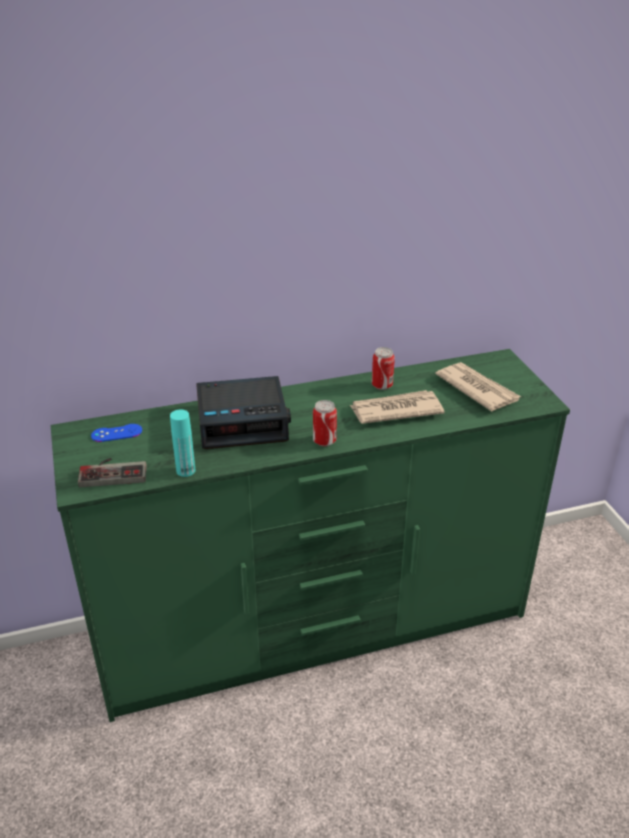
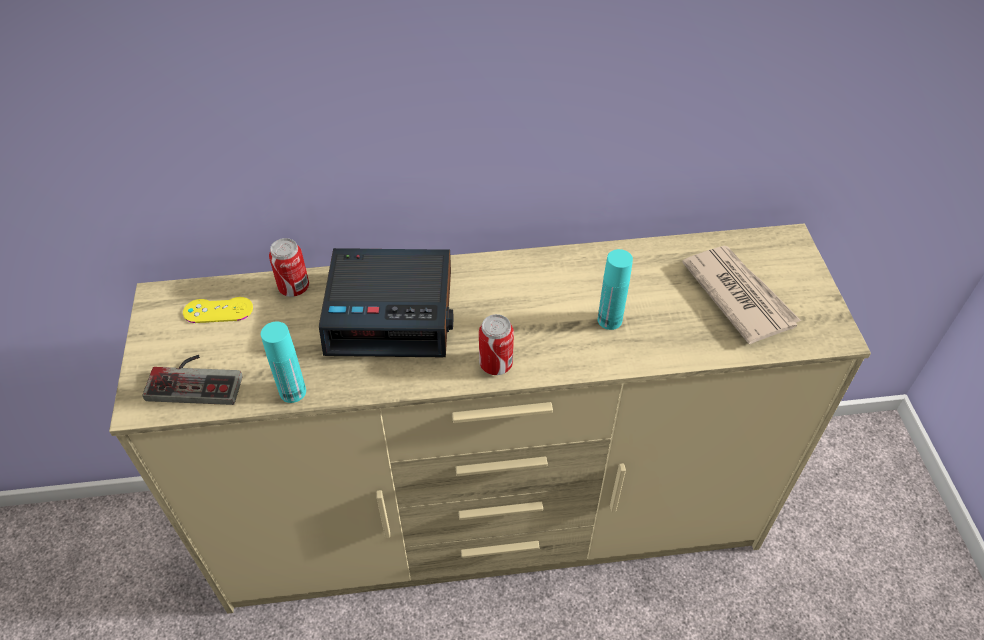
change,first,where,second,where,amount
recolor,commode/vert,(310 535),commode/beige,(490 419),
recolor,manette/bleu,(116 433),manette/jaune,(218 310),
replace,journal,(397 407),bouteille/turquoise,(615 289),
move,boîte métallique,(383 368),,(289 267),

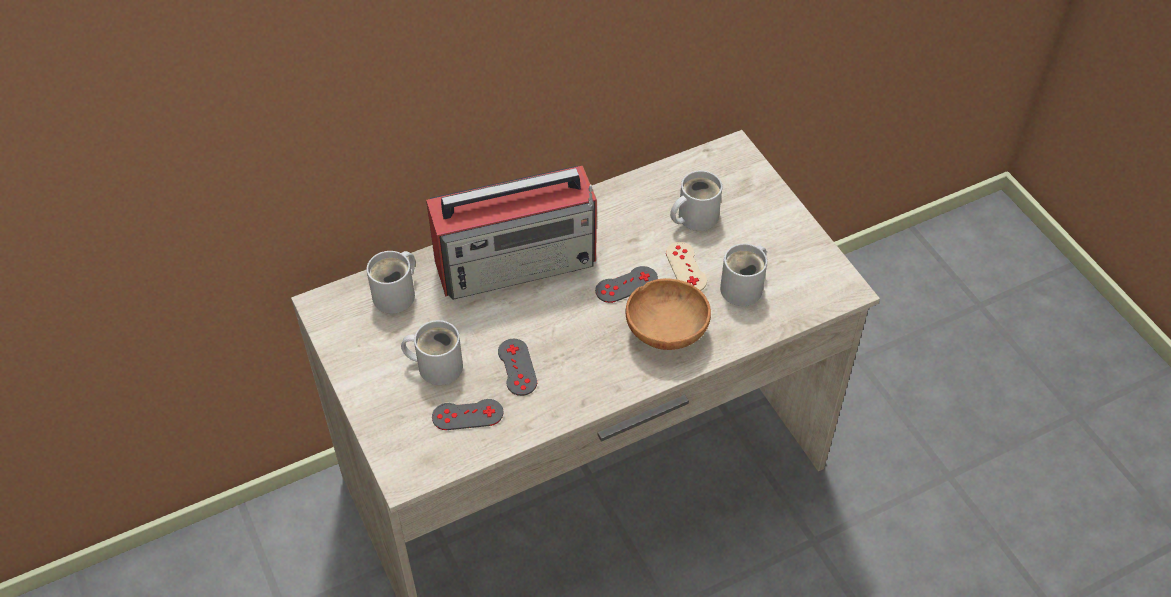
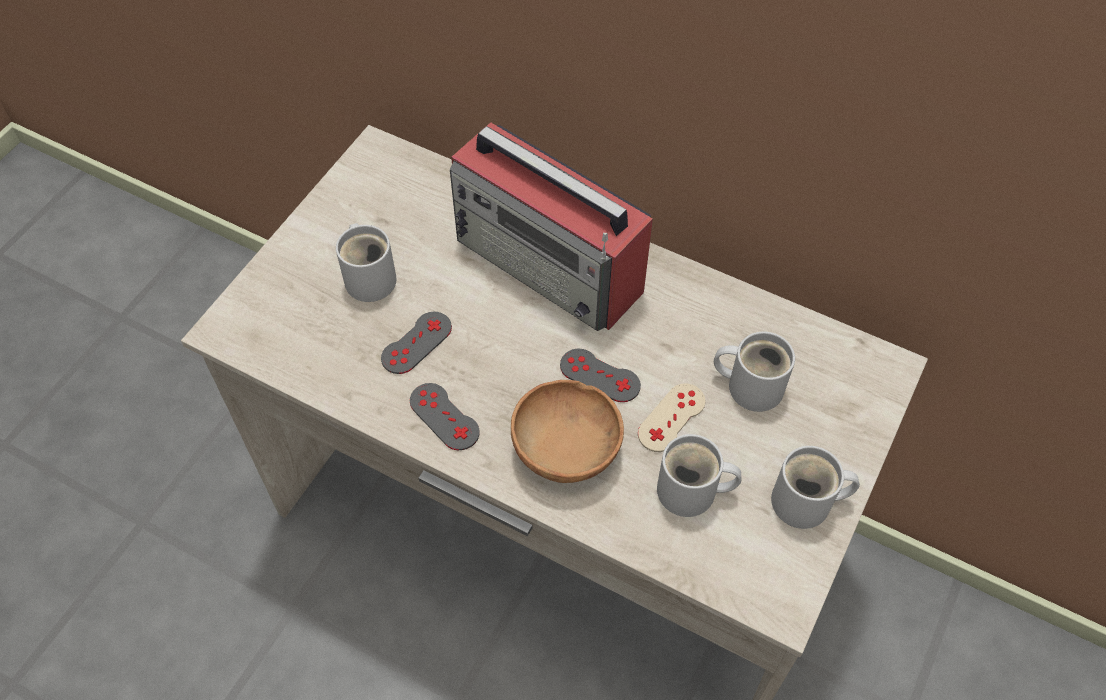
change,first,where,second,where,amount
move,mug/blanc,(390 282),,(815 487),
move,manette/gris,(467 414),,(445 416),

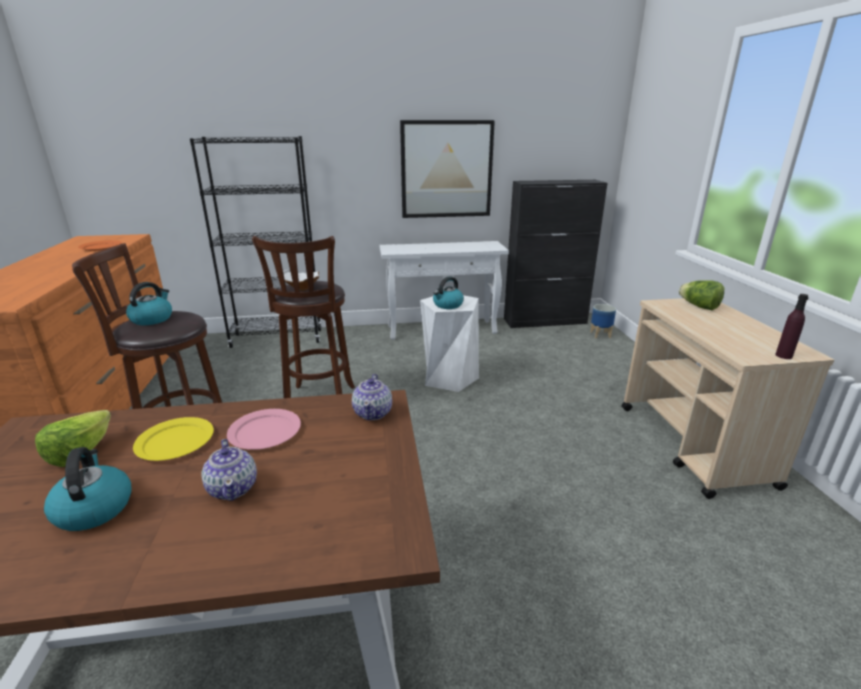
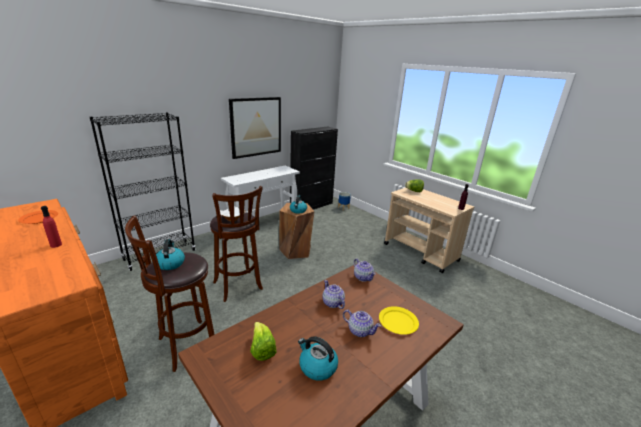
change,first,where,second,where,amount
move,assiette/jaune,(173 439),,(399 320),
replace,assiette/rose,(264 429),théière,(333 294),
recolor,tabouret/blanc,(449 343),tabouret/marron,(297 231),
insert,,,bouteille/rouge,(51 227),

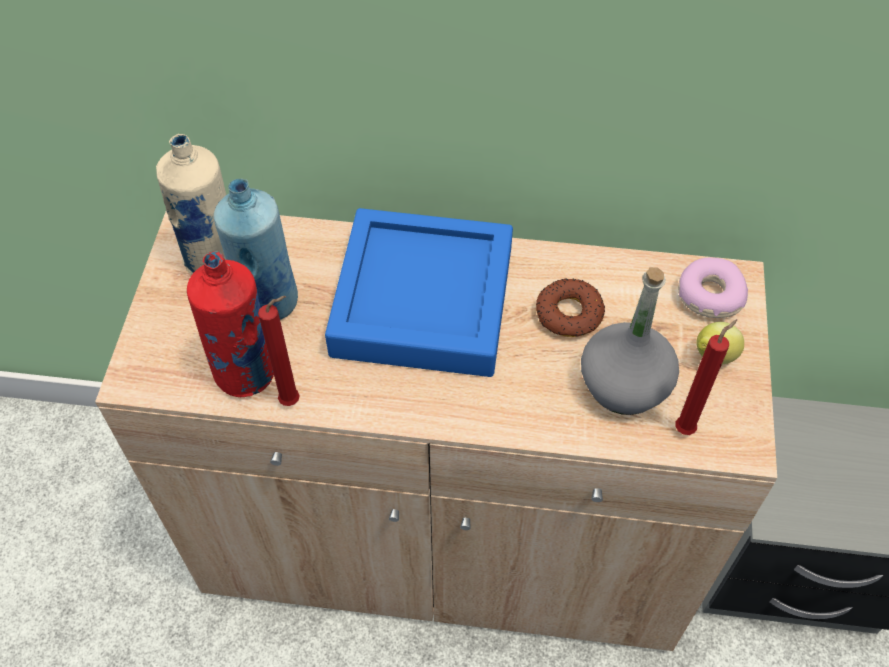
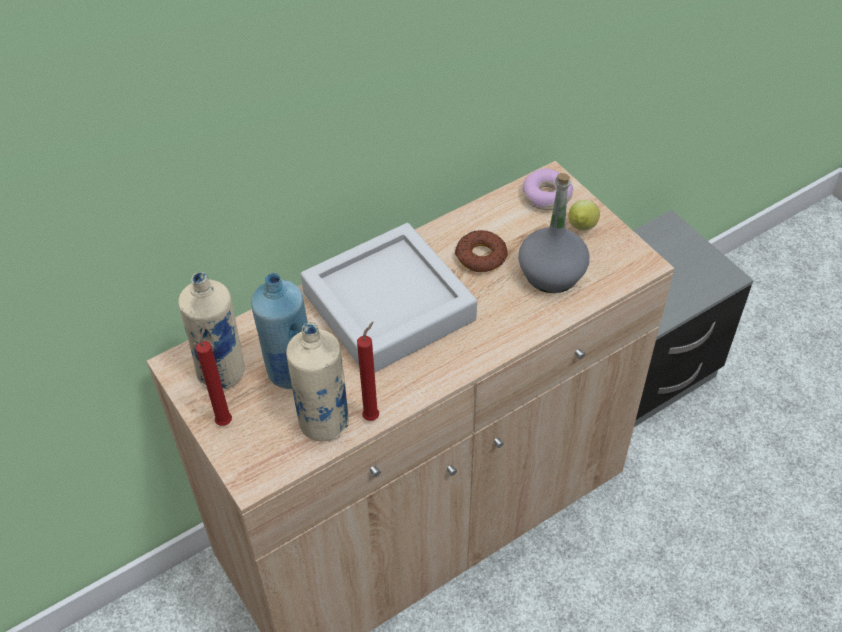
change,first,where,second,where,amount
recolor,bouteille/rouge,(230 324),bouteille/beige,(317 381),
recolor,plateau/bleu,(419 292),plateau/gris,(389 297),
move,bougie/rouge,(706 377),,(214 375),

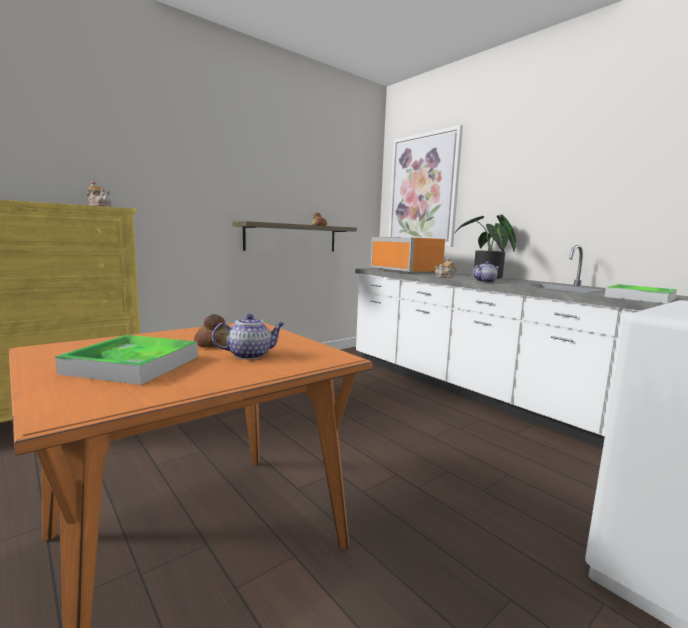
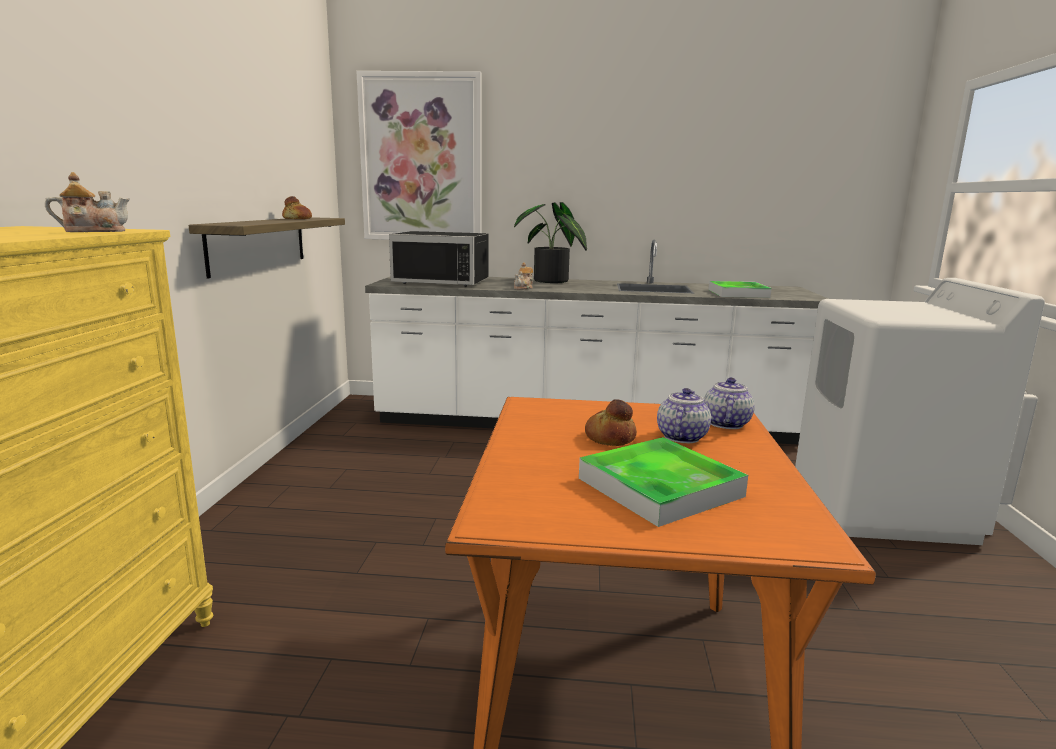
change,first,where,second,where,amount
recolor,micro-ondes/orange,(407 255),micro-ondes/noir,(439 259),
move,théière,(486 272),,(729 403),

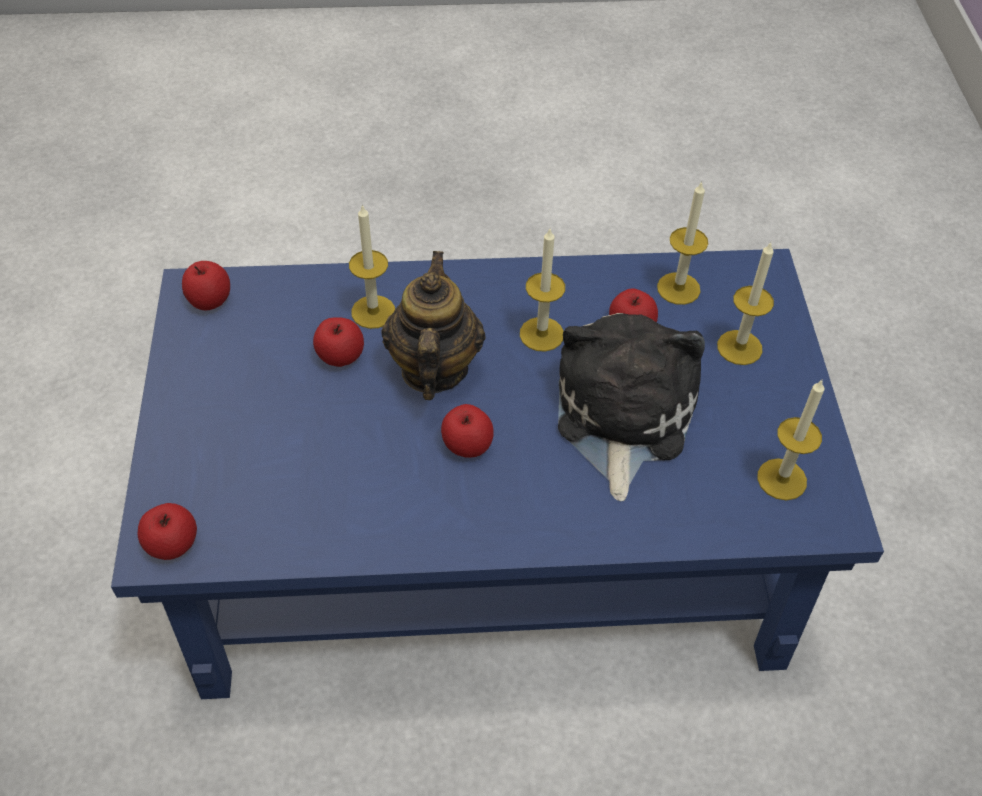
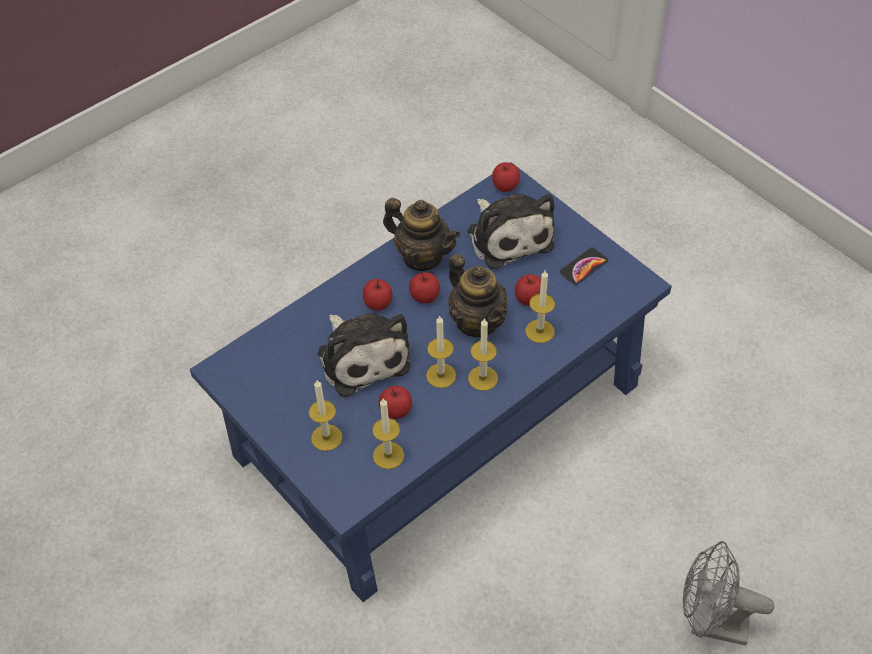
change,first,where,second,where,amount
move,pomme,(206 286),,(378 295),
move,bougie,(790 440),,(483 354),
insert,,,théière,(422 234),
insert,,,peluche,(511 231),
insert,,,téléphone,(584 266),
insert,,,ventilateur/gris,(728 593),

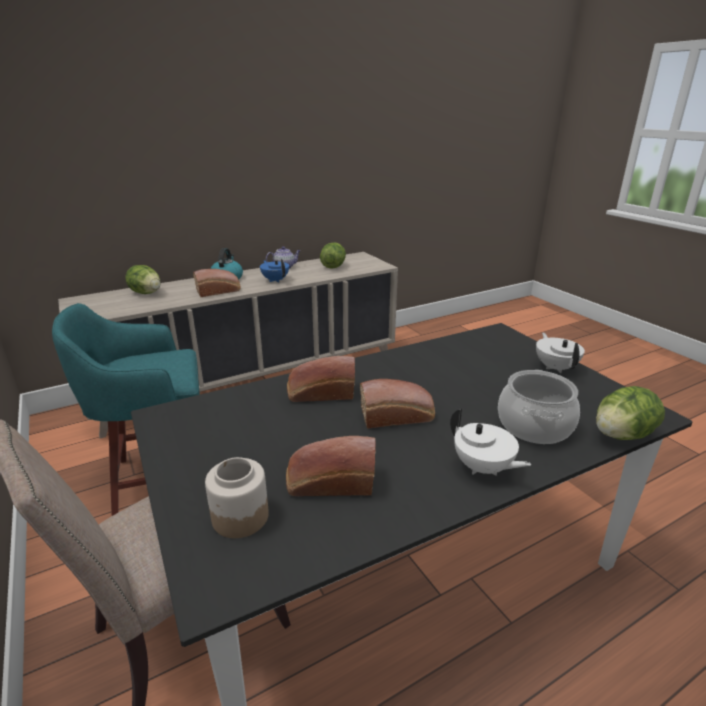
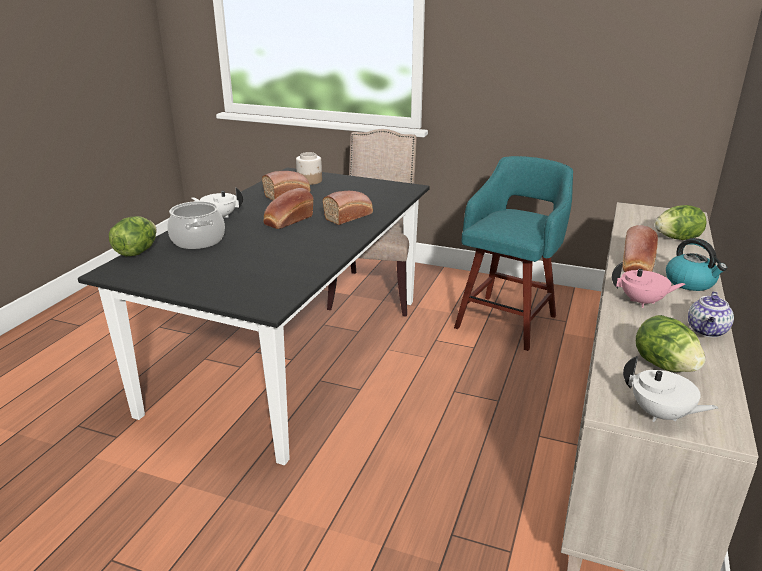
change,first,where,second,where,amount
recolor,théière/bleu,(274 270),théière/rose,(648 285),
move,théière/blanc,(560 353),,(670 389),

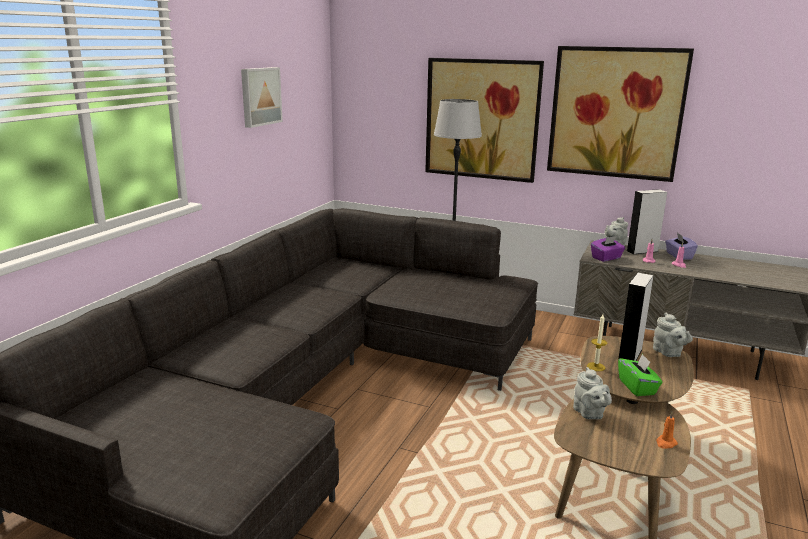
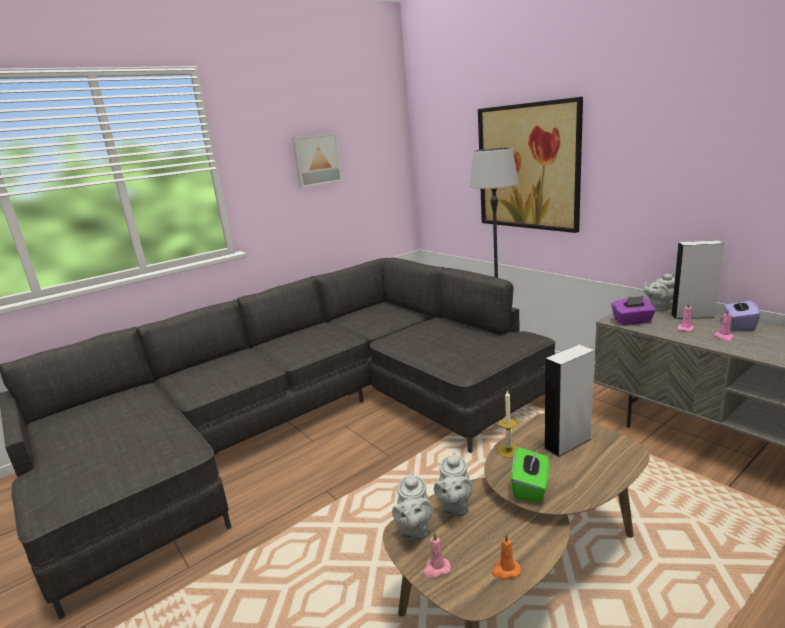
change,first,where,second,where,amount
delete,tableau,(620 114),,,
move,théière/gris,(673 335),,(412 506),
insert,,,bougie/rose,(437 555),

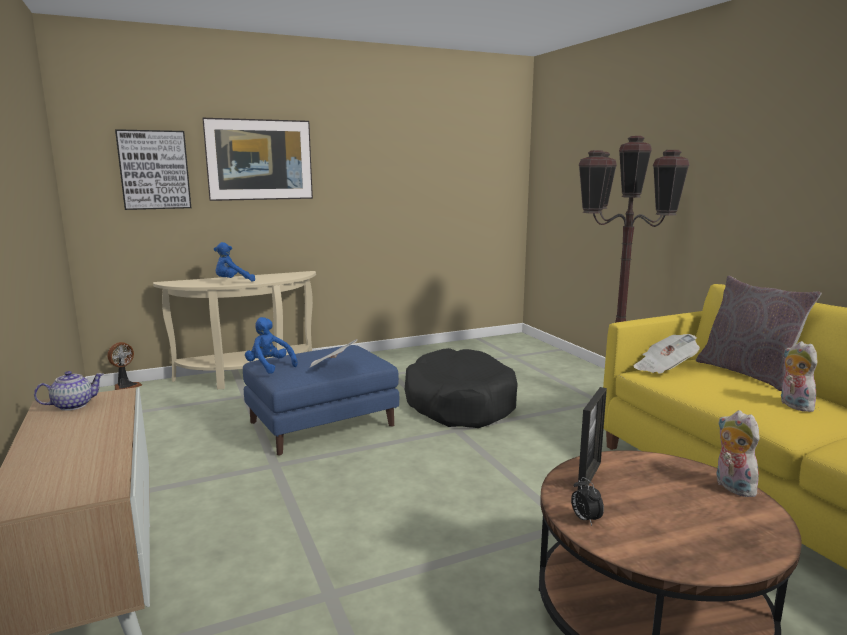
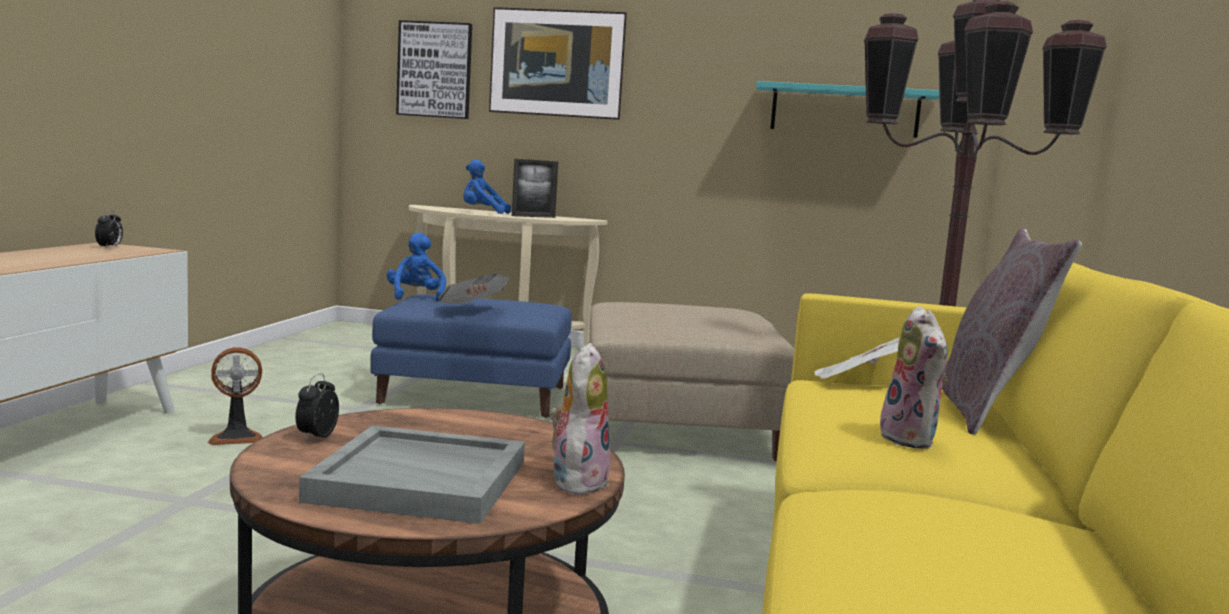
change,first,where,second,where,amount
replace,théière,(69 391),réveil,(109 229),
move,ventilateur,(124 366),,(235 396),
replace,panier pour chien/noir,(461 388),pouf/beige,(691 381),
move,cadre photo,(592 438),,(535 188),
rotate,peluche,(799 376),,(914 377),150 degrees clockwise
insert,,,plateau/gris,(412 474),
insert,,,étagère/turquoise,(848 109),

